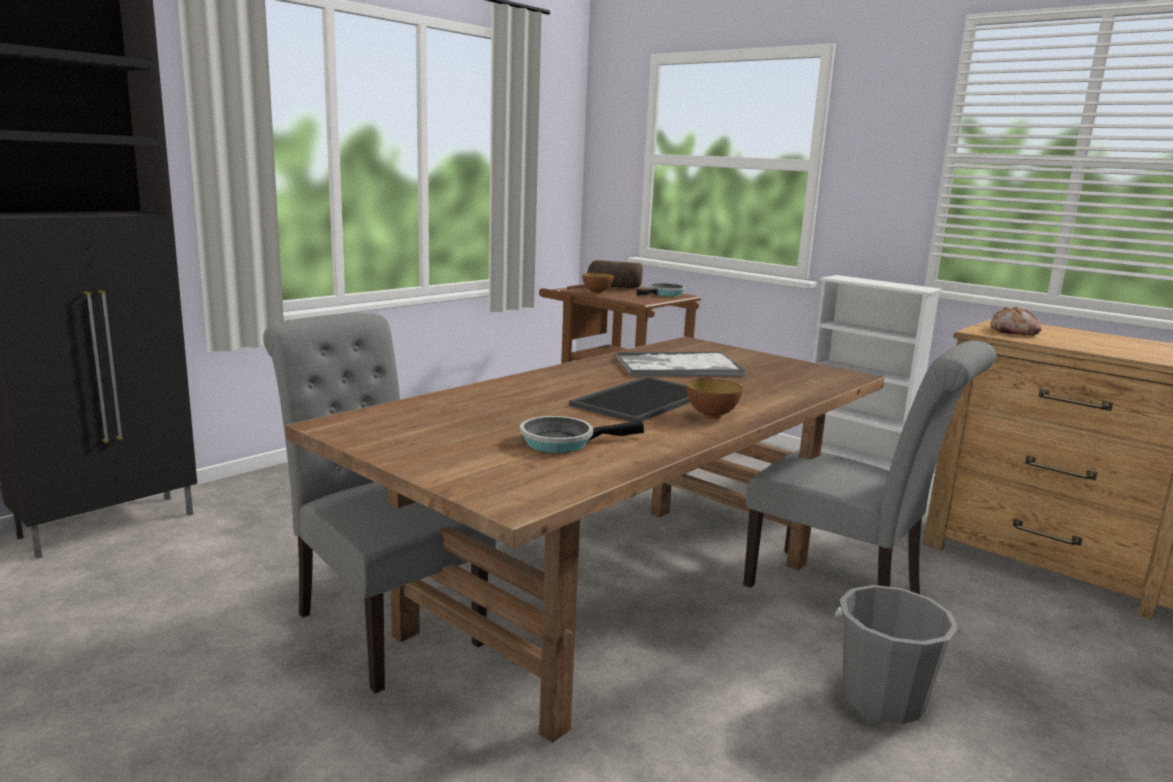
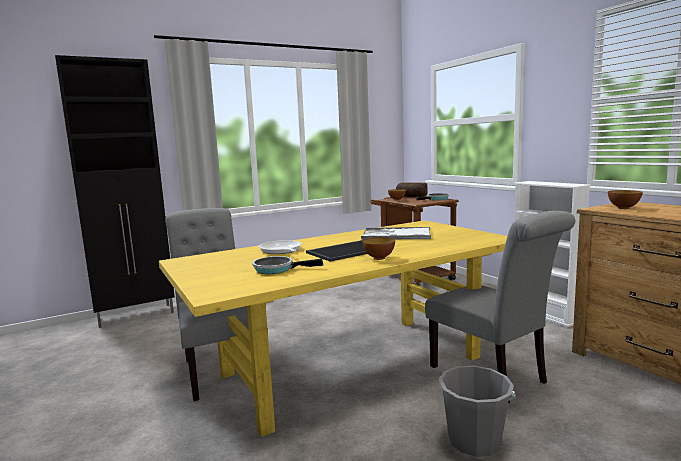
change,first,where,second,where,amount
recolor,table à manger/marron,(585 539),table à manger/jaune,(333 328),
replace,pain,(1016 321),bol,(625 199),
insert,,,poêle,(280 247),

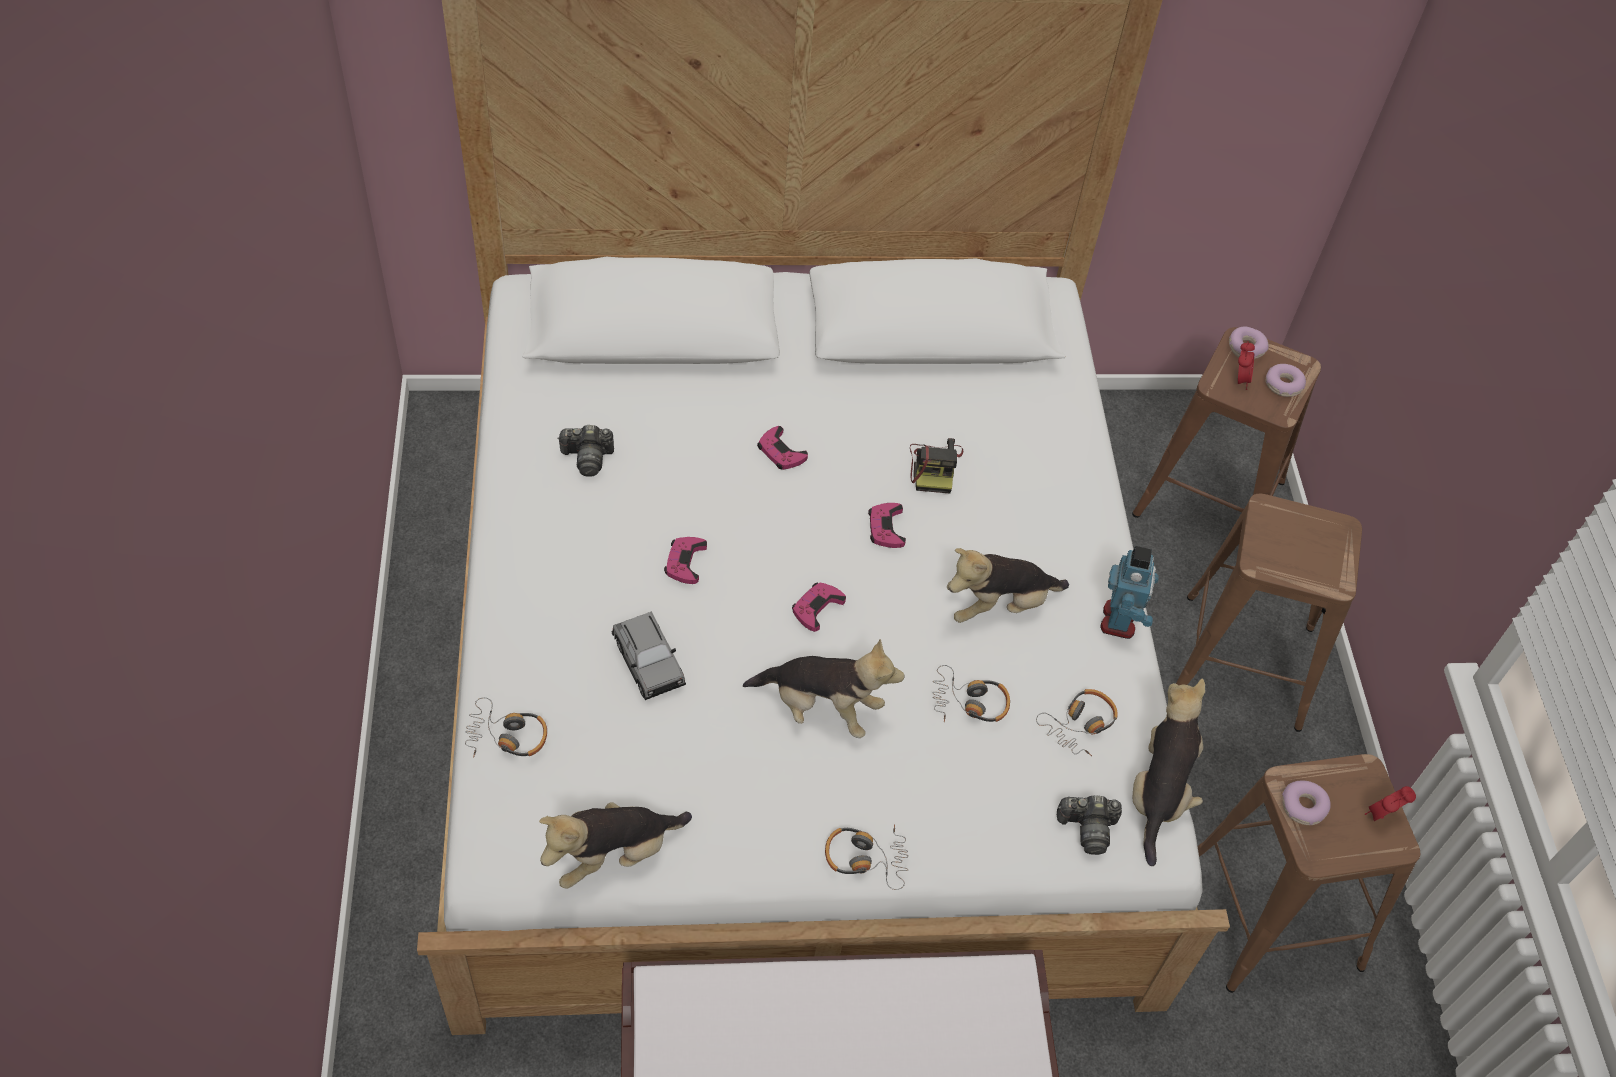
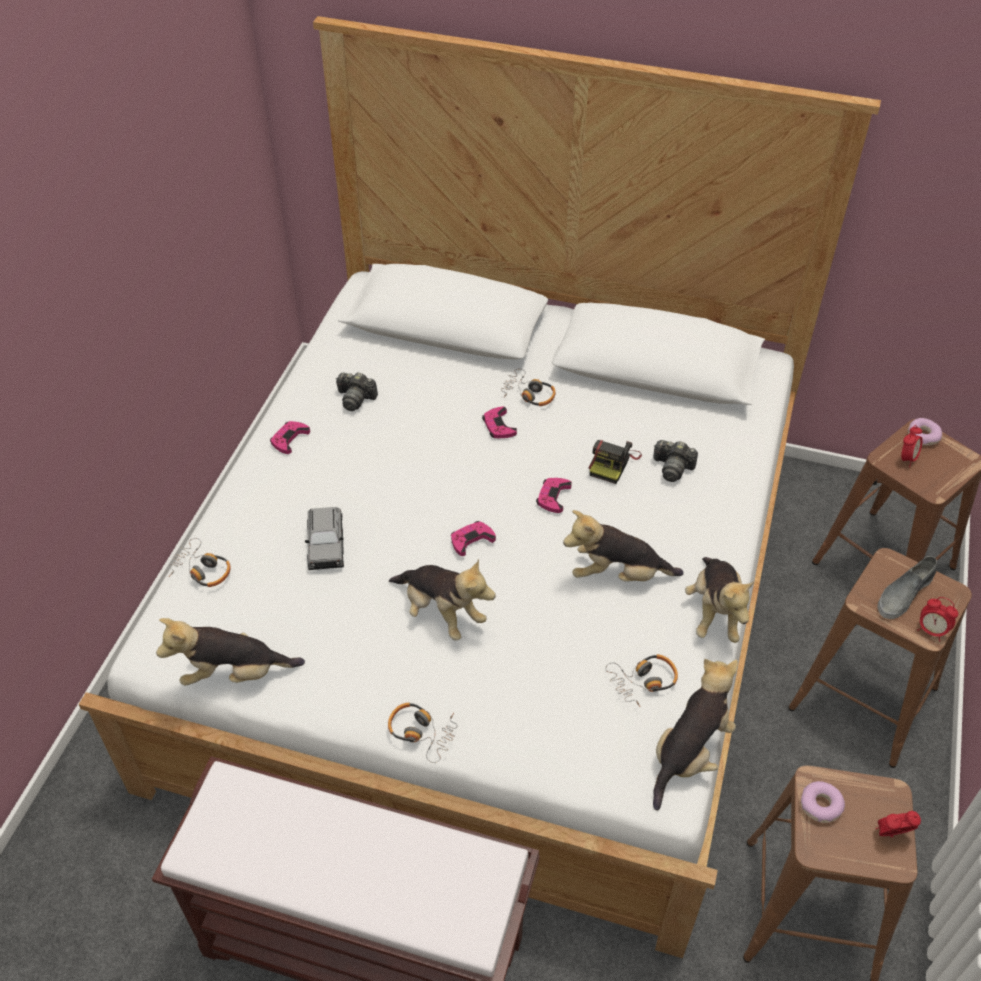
change,first,where,second,where,amount
move,manette/rose,(685 560),,(290 437),
move,casque audio,(971 693),,(528 387),
move,appareil photo,(1089 825),,(675 461),
replace,robot jouet,(1129 592),peluche,(719 600),
delete,beignet,(1286 380),,,
insert,,,chaussure/gris,(907 587),
insert,,,réveil,(937 619),

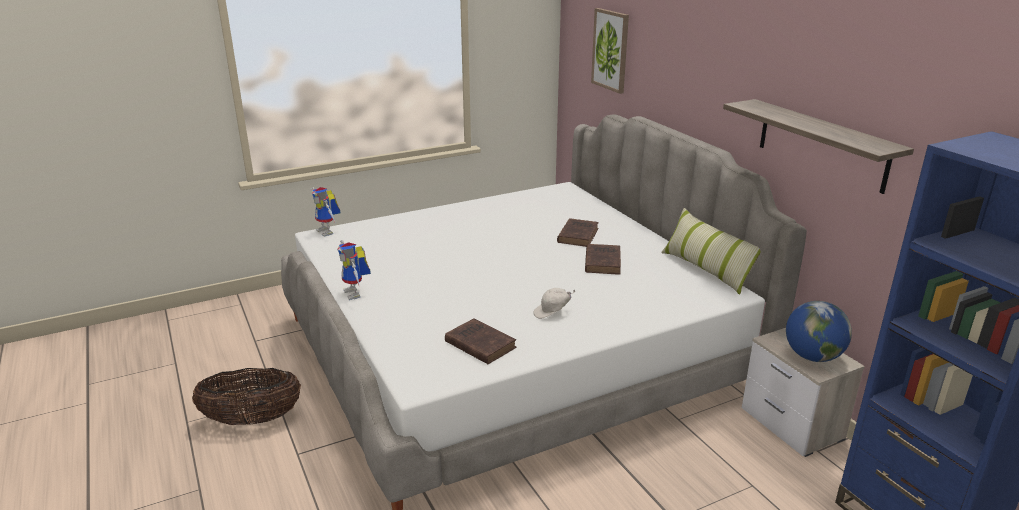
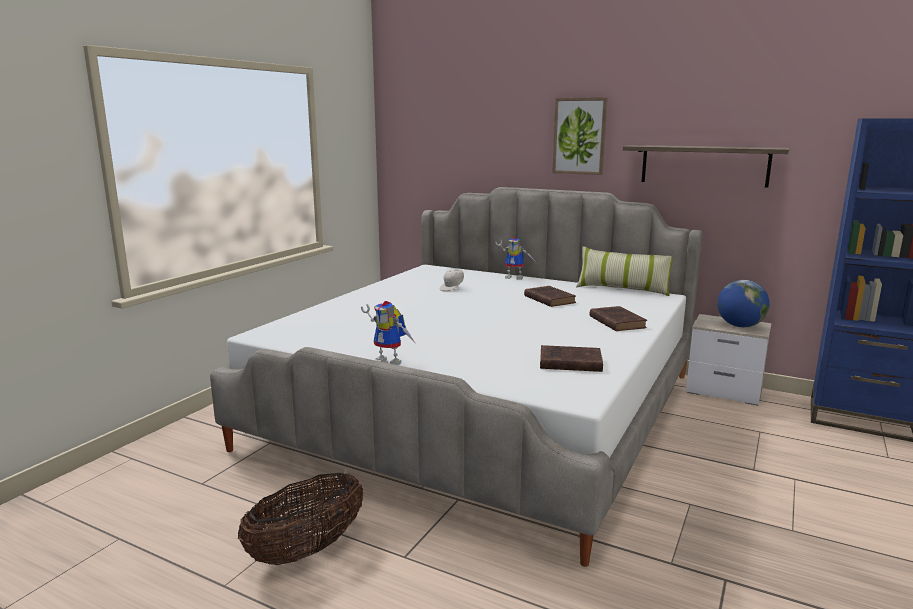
change,first,where,second,where,amount
move,robot jouet,(325 212),,(515 258),
move,casquette/blanc,(554 303),,(451 280),
move,livre/marron,(578 232),,(618 318),
move,tableau,(610 51),,(580 136),

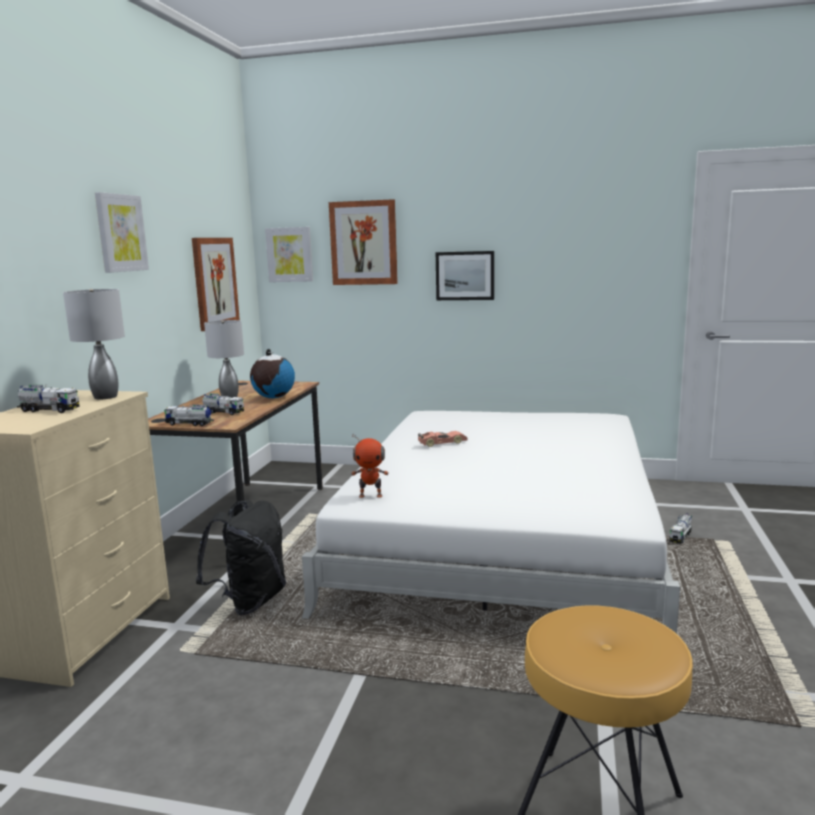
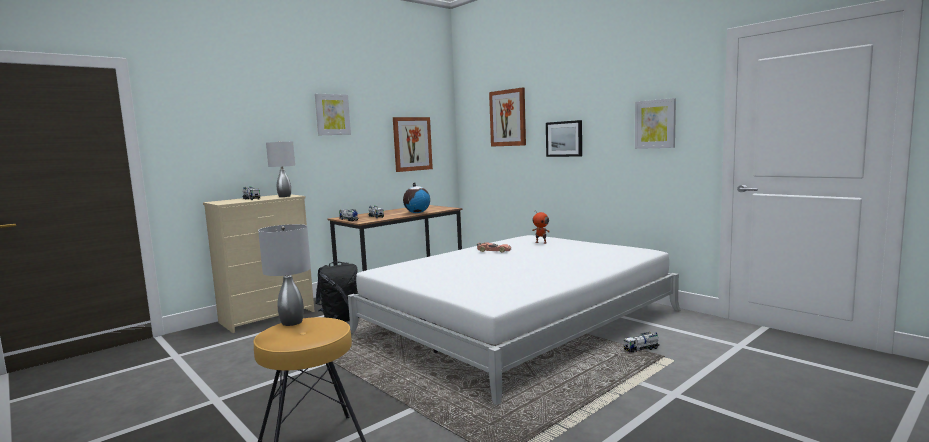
change,first,where,second,where,amount
move,lampe de table/gris,(224 359),,(284 275),
move,tableau,(289 254),,(655 123),
move,robot jouet,(370 465),,(541 226),

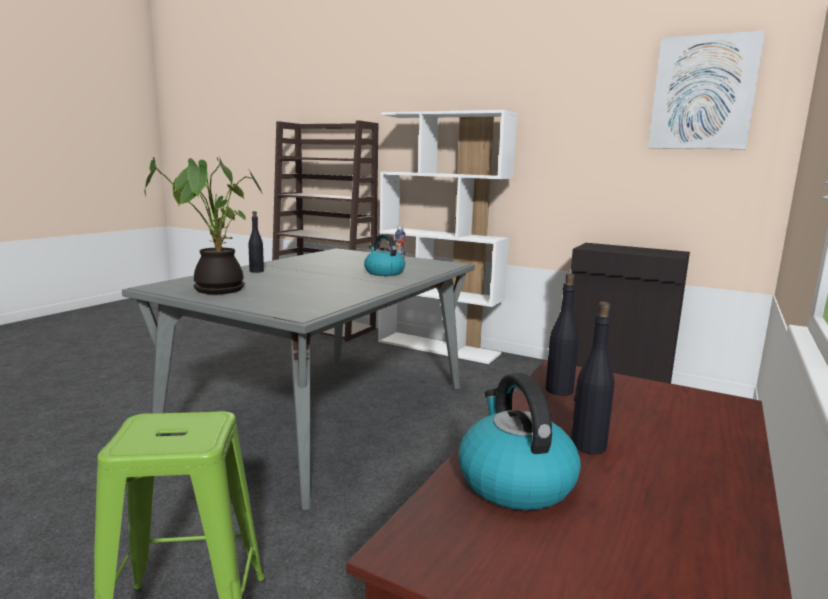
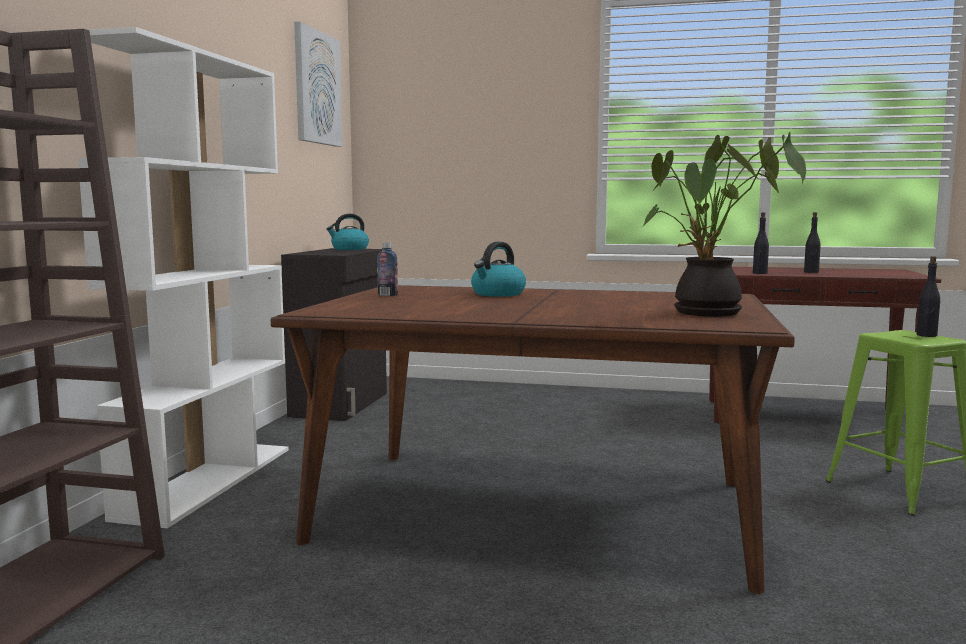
change,first,where,second,where,amount
recolor,table à manger/gris,(298 379),table à manger/marron,(533 439),
move,bouteille/noir,(256 242),,(928 296),
move,bouilloire,(519 441),,(347 232),

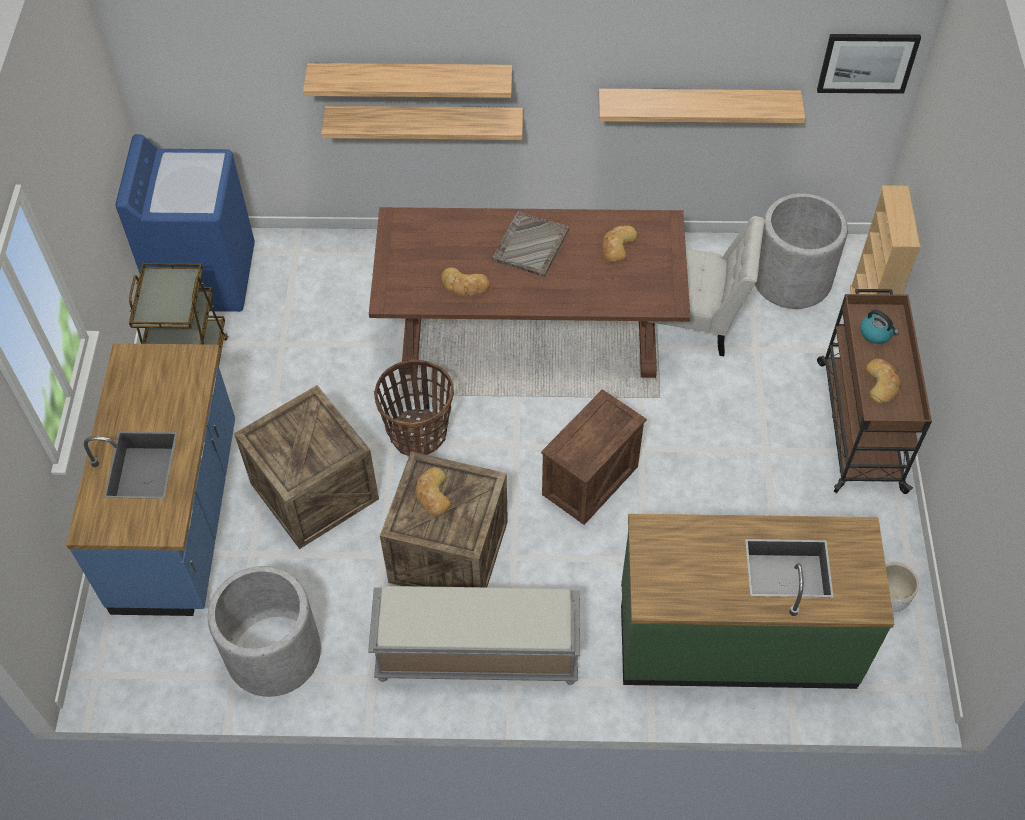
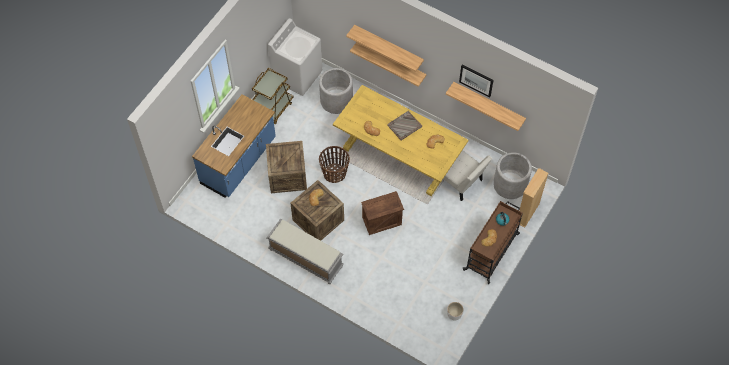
change,first,where,second,where,amount
recolor,lave-linge/bleu,(185 223),lave-linge/blanc,(295 57),
move,cache-pot/gris,(264 631),,(336 91),
recolor,table à manger/marron,(529 292),table à manger/jaune,(400 140),
delete,comptoir de cuisine/vert,(757 601),,,
move,tableau,(869 64),,(476 81),

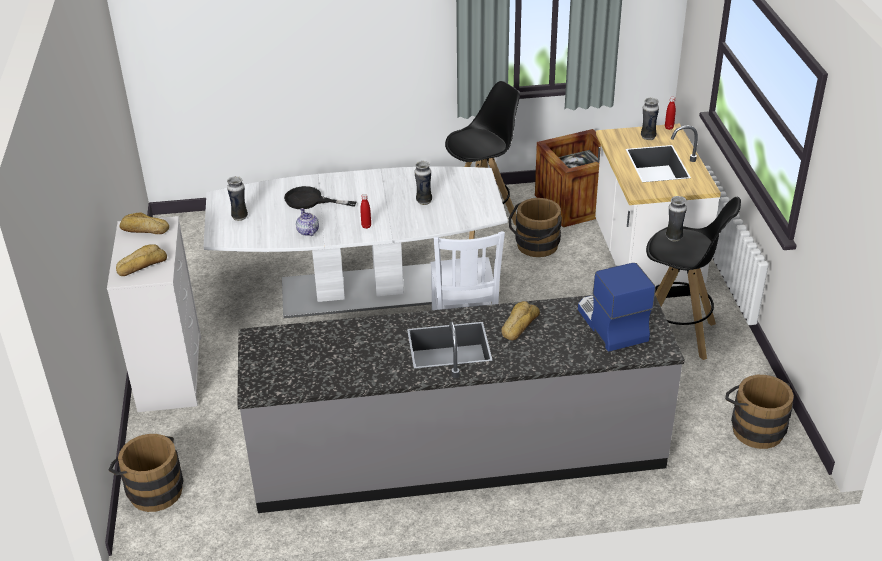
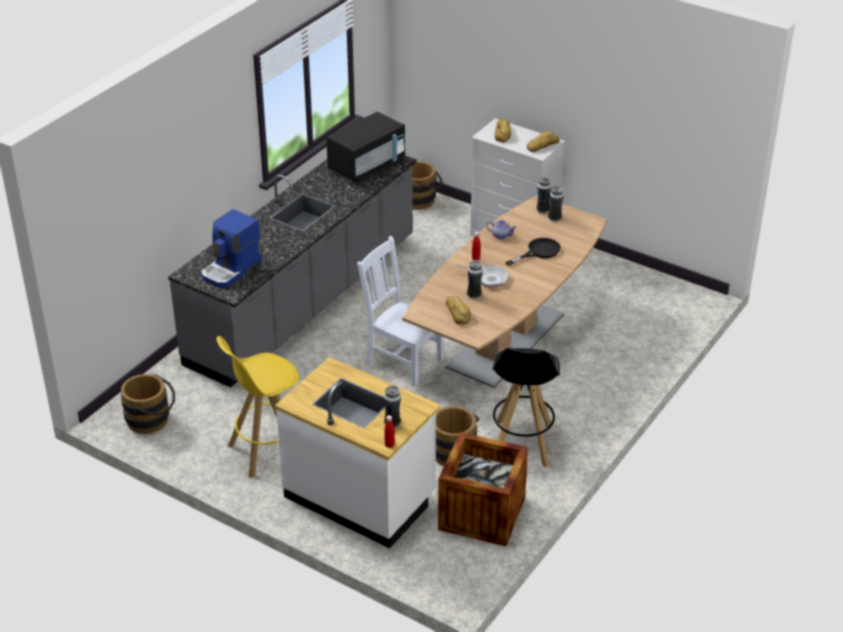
change,first,where,second,where,amount
recolor,table à manger/blanc,(356 242),table à manger/marron,(505 291),
move,pain,(520 320),,(458 310),
rotate,machine à café,(616 307),,(231 248),105 degrees clockwise
recolor,tabouret/noir,(693 278),tabouret/jaune,(257 407),
move,vase,(676 218),,(543 195),
insert,,,micro-ondes/noir,(365 147),
insert,,,poêle,(481 276),

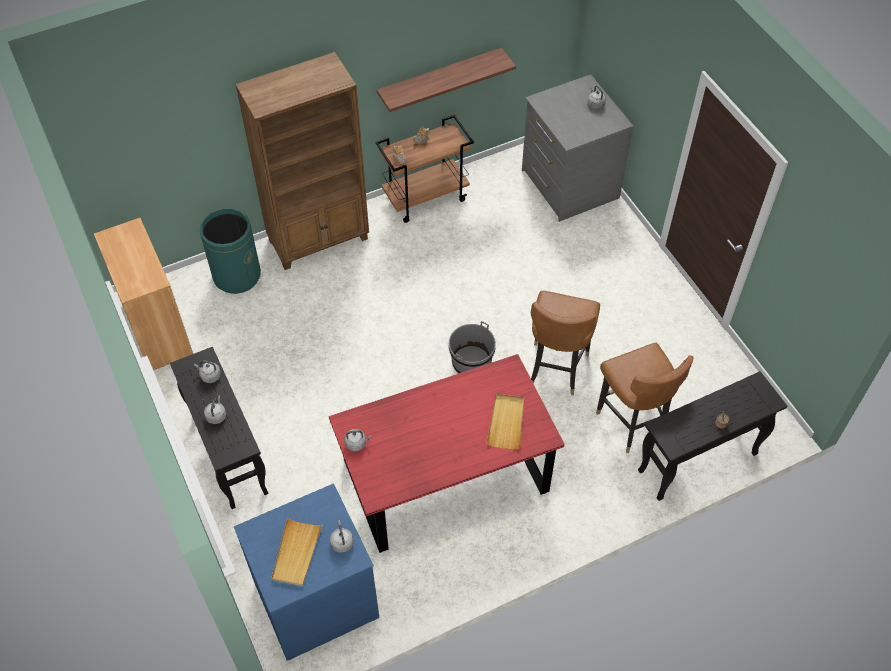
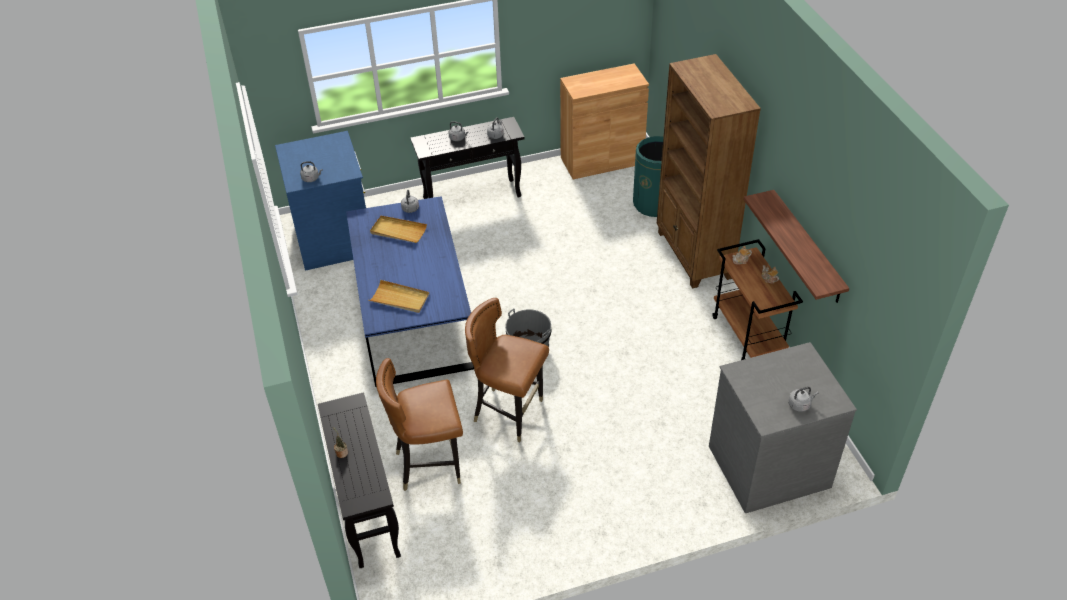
change,first,where,second,where,amount
move,plateau/beige,(297 552),,(398 229),
recolor,table à manger/rouge,(447 453),table à manger/bleu,(410 291),

